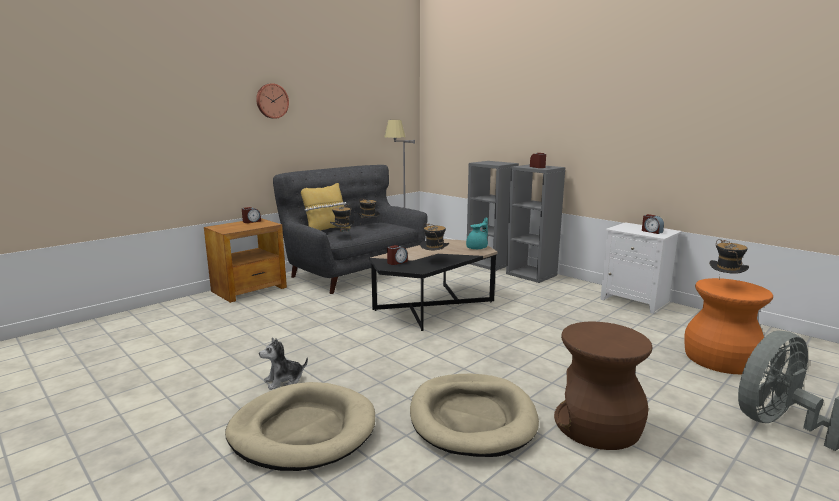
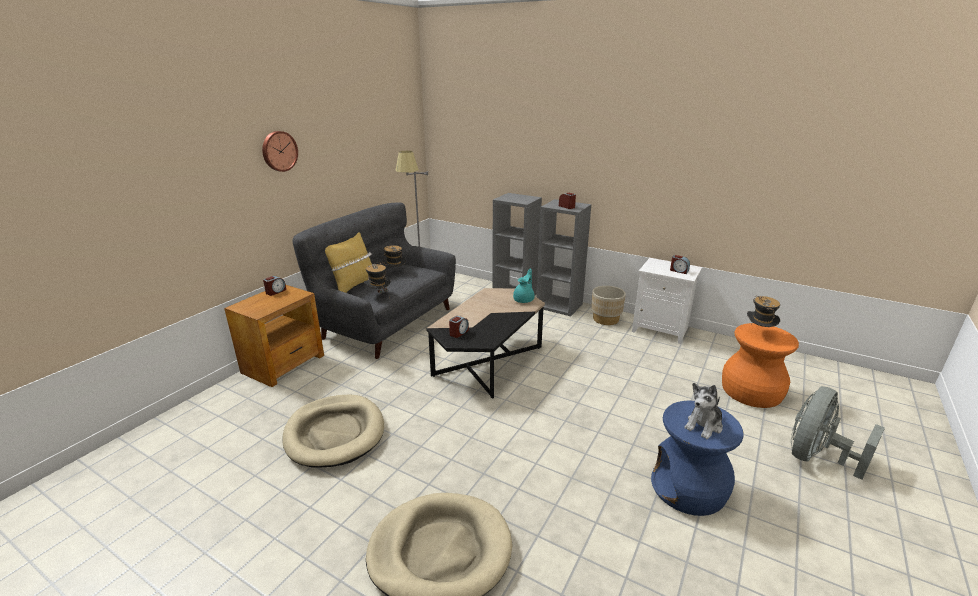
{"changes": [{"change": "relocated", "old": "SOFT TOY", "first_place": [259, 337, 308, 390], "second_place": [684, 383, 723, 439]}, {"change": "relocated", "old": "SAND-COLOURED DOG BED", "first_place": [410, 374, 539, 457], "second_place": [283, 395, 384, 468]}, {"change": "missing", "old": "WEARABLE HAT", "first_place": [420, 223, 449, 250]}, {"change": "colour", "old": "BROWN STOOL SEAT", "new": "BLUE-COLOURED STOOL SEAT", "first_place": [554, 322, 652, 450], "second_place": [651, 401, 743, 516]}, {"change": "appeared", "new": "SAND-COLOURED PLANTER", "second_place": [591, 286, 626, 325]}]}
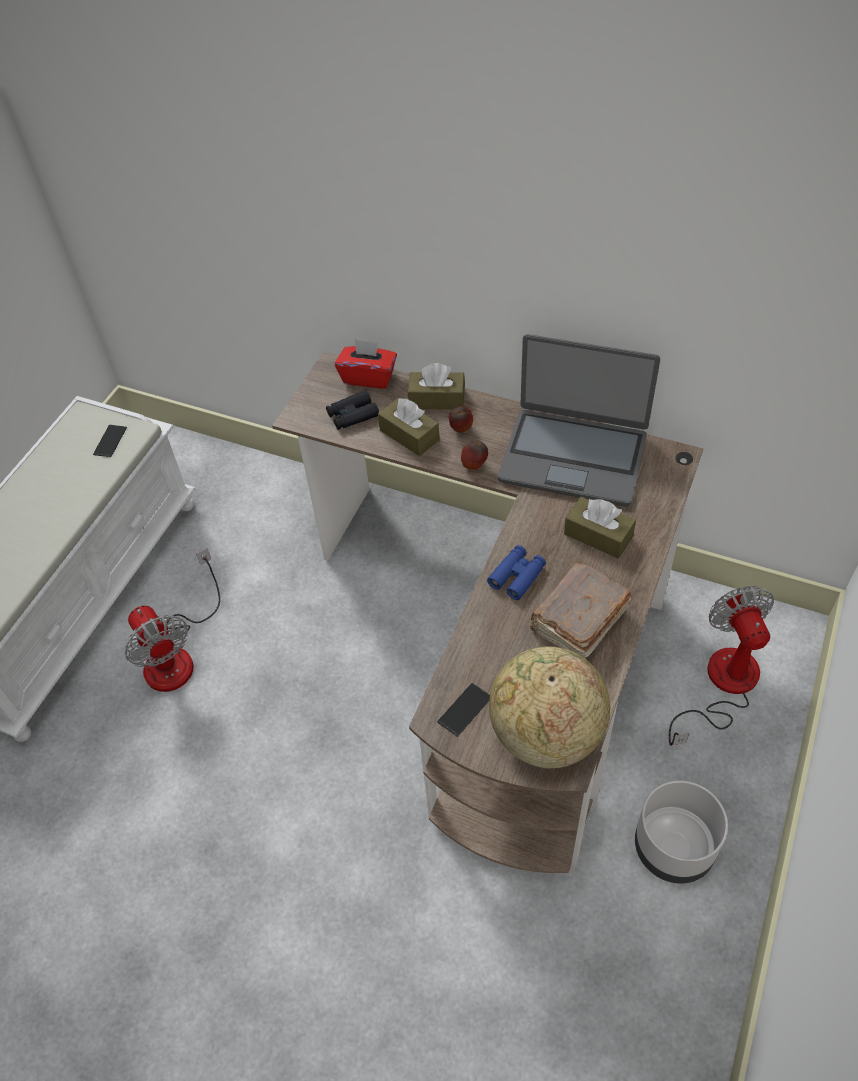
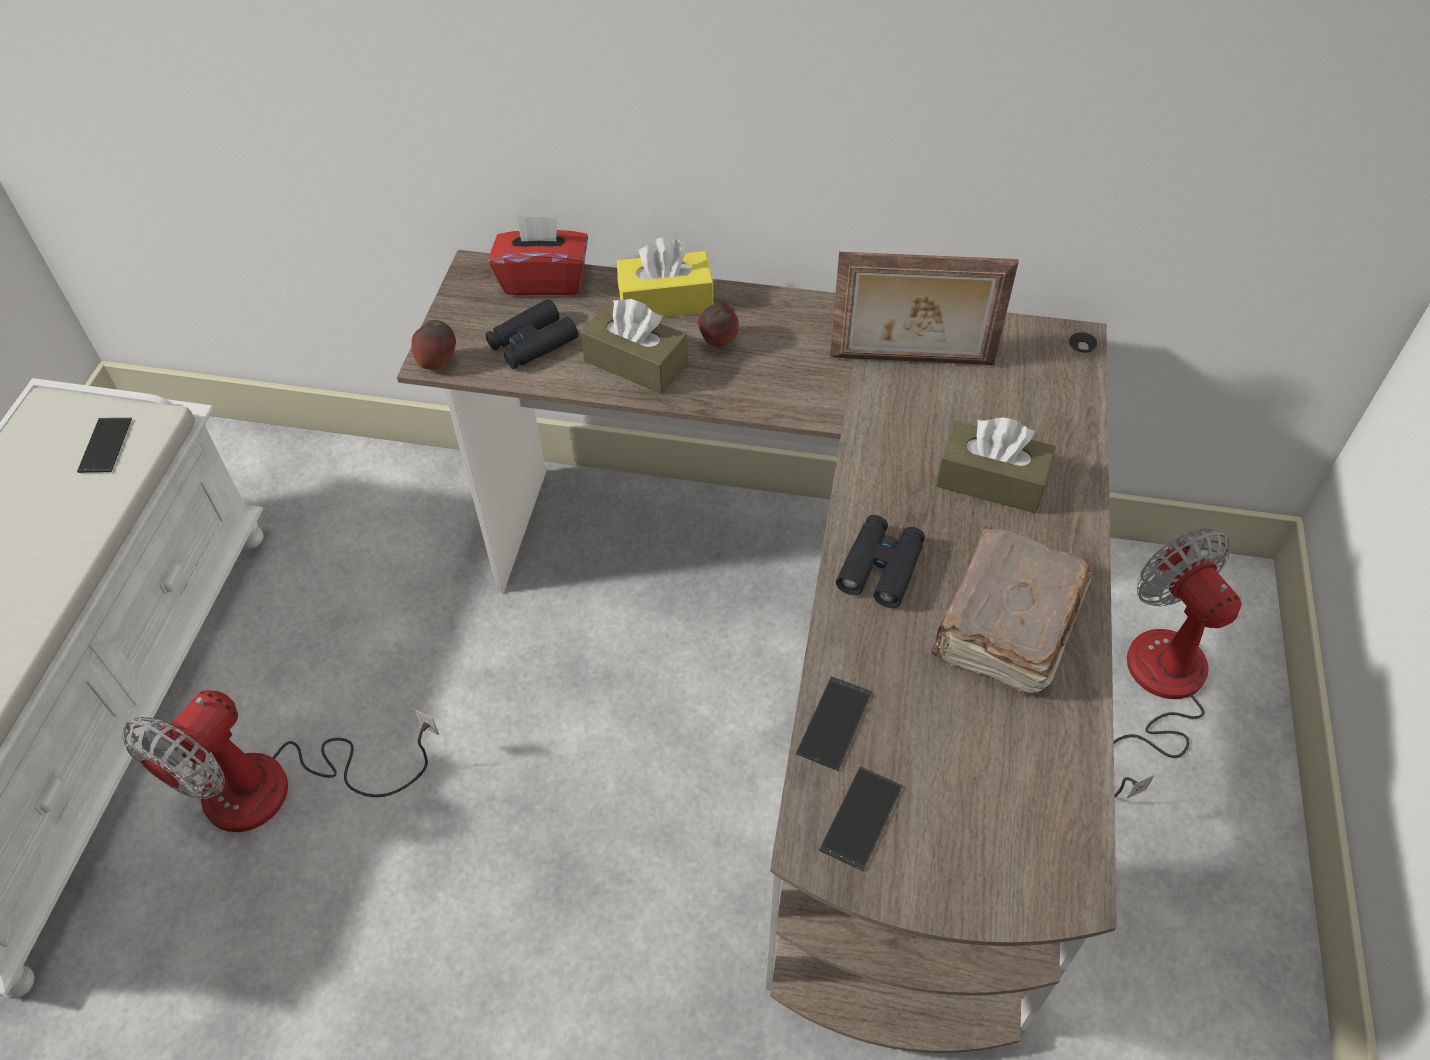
{"changes": [{"change": "spun", "old": "ELECTRIC FAN", "first_place": [125, 548, 220, 692], "second_place": [122, 690, 439, 832], "degrees": 75}, {"change": "colour", "old": "BROWN TISSUE BOX", "new": "YELLOW-COLOURED TISSUE BOX", "first_place": [408, 363, 465, 410], "second_place": [617, 237, 714, 317]}, {"change": "relocated", "old": "APPLE", "first_place": [461, 440, 488, 470], "second_place": [411, 320, 456, 370]}, {"change": "colour", "old": "BLUE-COLOURED PAIR OF BINOCULARS", "new": "BLACKISH PAIR OF BINOCULARS", "first_place": [487, 545, 546, 600], "second_place": [836, 515, 925, 608]}, {"change": "missing", "old": "GLOBE", "first_place": [489, 646, 610, 768]}, {"change": "exchanged", "old": "PORTABLE COMPUTER", "new": "STANDING FRAME", "first_place": [498, 334, 660, 507], "second_place": [830, 252, 1019, 365]}, {"change": "missing", "old": "GREY PLANTER", "first_place": [635, 780, 728, 884]}, {"change": "appeared", "new": "TELEPHONE", "second_place": [796, 676, 872, 771]}]}
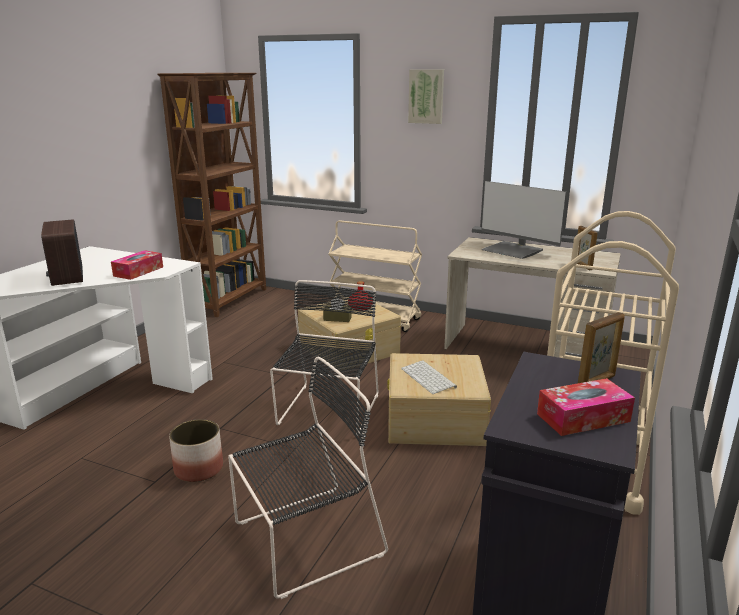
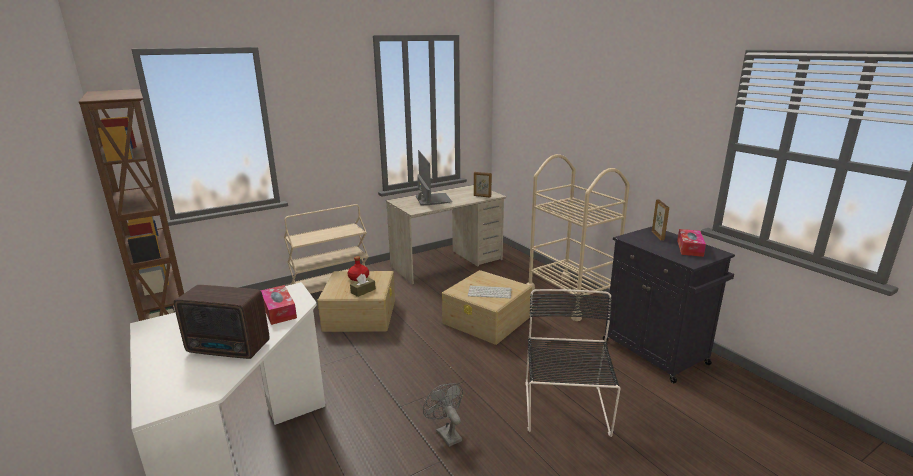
{"changes": [{"change": "exchanged", "old": "PLANTER", "new": "GREY ELECTRIC FAN", "first_place": [169, 419, 223, 482], "second_place": [423, 383, 463, 447]}, {"change": "missing", "old": "BLACKISH CHAIR", "first_place": [270, 280, 378, 436]}, {"change": "missing", "old": "PICTURE", "first_place": [408, 70, 444, 124]}, {"change": "spun", "old": "MONITOR", "first_place": [481, 181, 566, 259], "second_place": [416, 150, 452, 205], "degrees": -90}]}
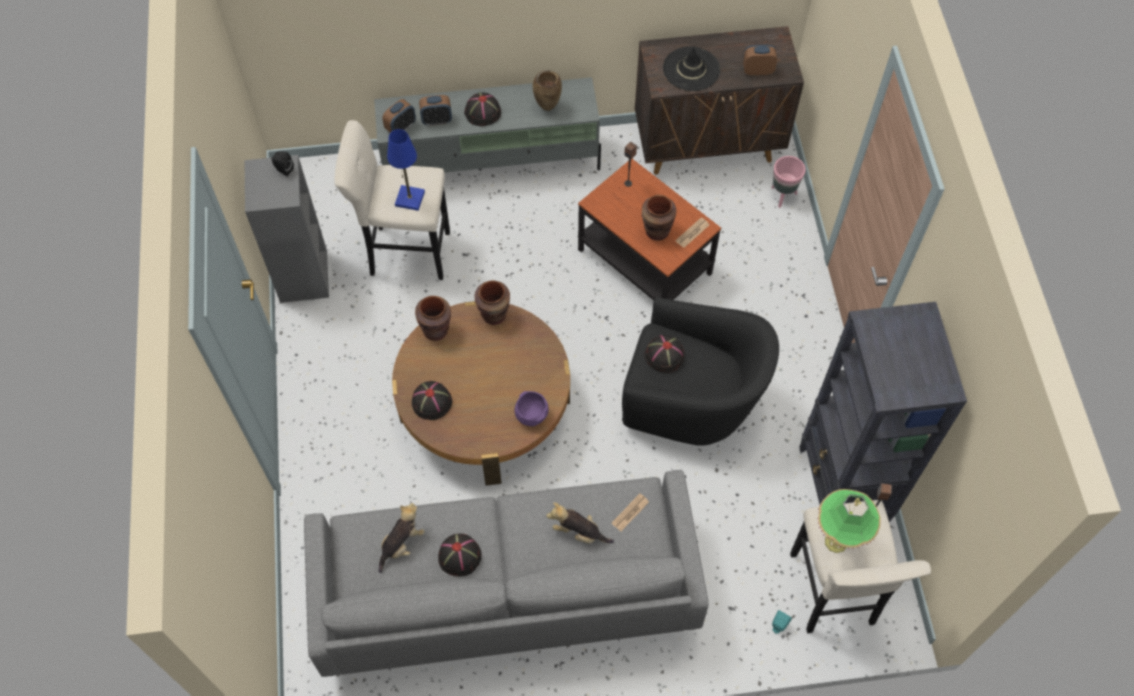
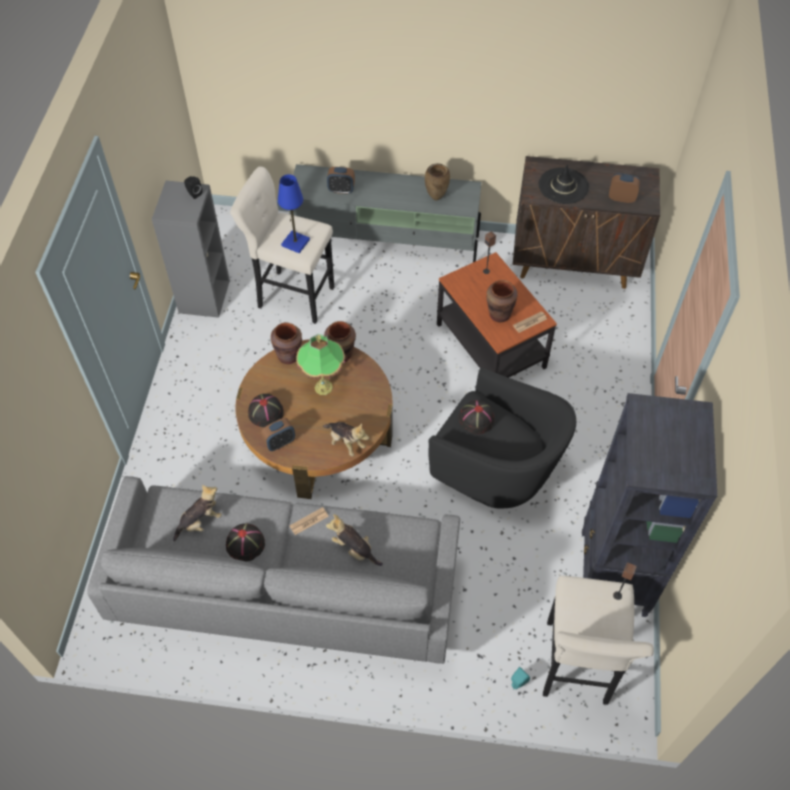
{"changes": [{"change": "relocated", "old": "TABLE CLOCK", "first_place": [382, 99, 416, 133], "second_place": [261, 418, 295, 451]}, {"change": "missing", "old": "BLACKISH WEARABLE HAT", "first_place": [464, 92, 501, 126]}, {"change": "exchanged", "old": "PURPLE-COLOURED DEEP DISH", "new": "SOFT TOY", "first_place": [515, 391, 549, 426], "second_place": [323, 422, 369, 456]}, {"change": "relocated", "old": "NEWSPAPER", "first_place": [612, 494, 649, 531], "second_place": [290, 507, 329, 535]}, {"change": "missing", "old": "PINK-COLOURED PLANTER", "first_place": [771, 156, 806, 208]}, {"change": "relocated", "old": "TABLETOP LAMP", "first_place": [817, 489, 881, 553], "second_place": [296, 334, 345, 395]}]}
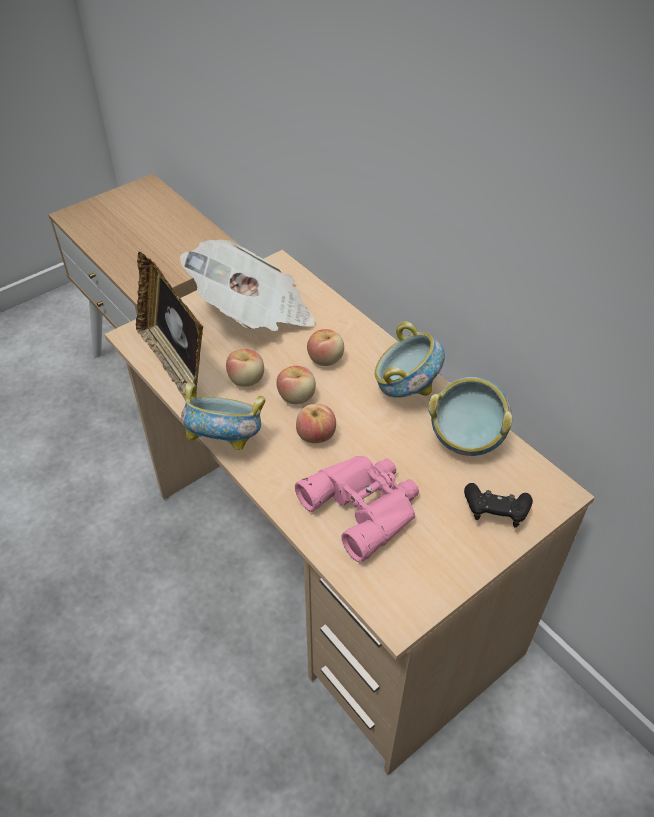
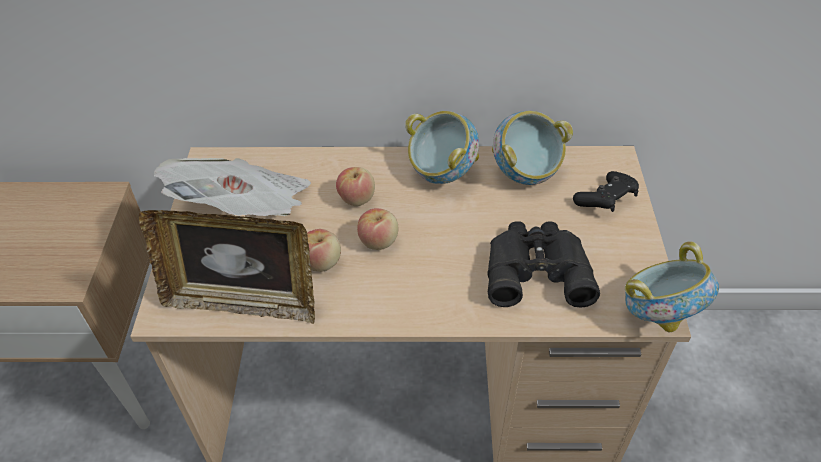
{"changes": [{"change": "relocated", "old": "DEEP DISH", "first_place": [181, 382, 265, 450], "second_place": [625, 241, 719, 332]}, {"change": "colour", "old": "PINK-COLOURED PAIR OF BINOCULARS", "new": "BLACKISH PAIR OF BINOCULARS", "first_place": [295, 456, 419, 562], "second_place": [487, 221, 600, 307]}, {"change": "missing", "old": "APPLE", "first_place": [296, 404, 336, 443]}]}
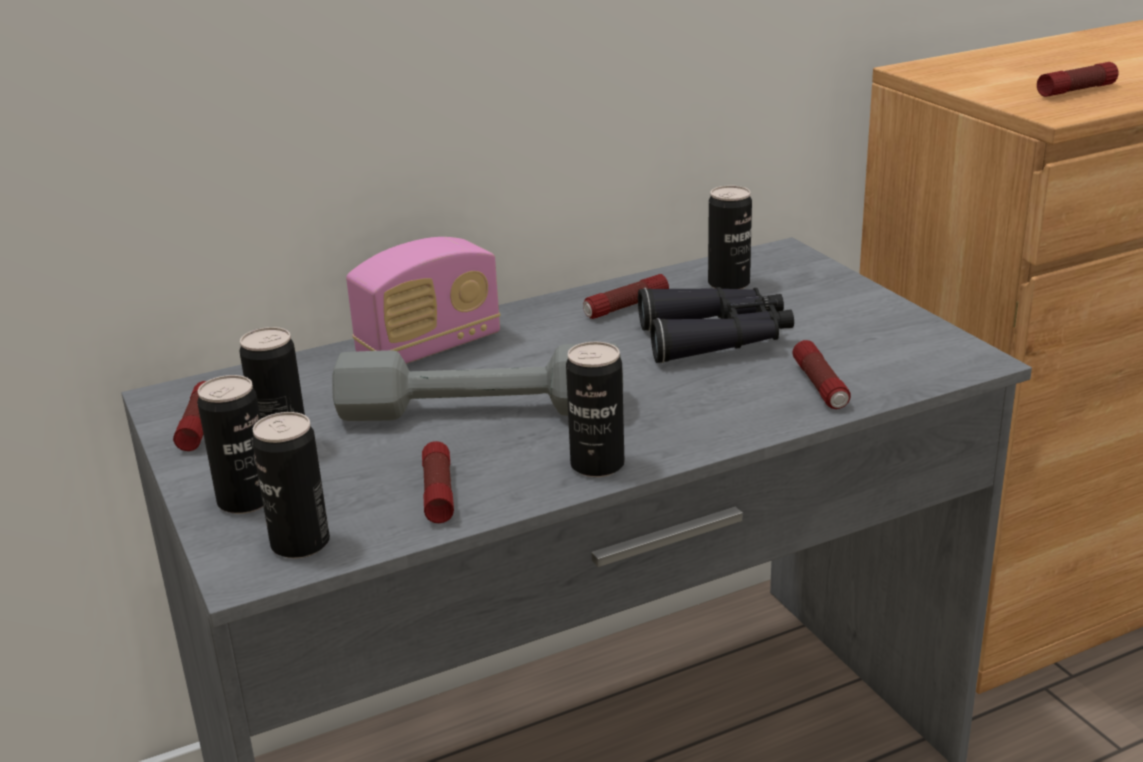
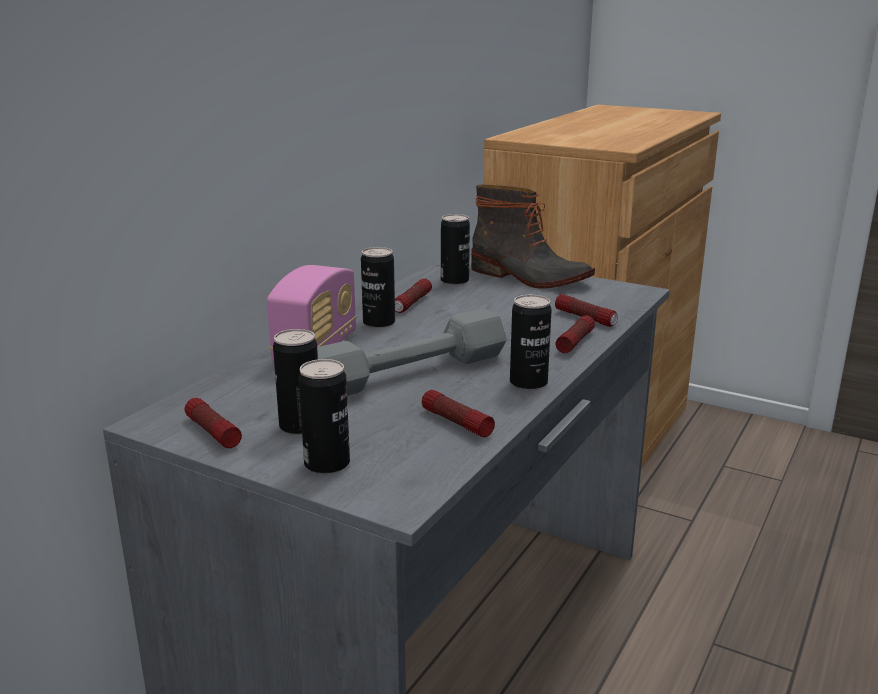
{"changes": [{"change": "relocated", "old": "METAL CAN", "first_place": [252, 412, 330, 558], "second_place": [361, 247, 395, 328]}, {"change": "missing", "old": "BLACKISH PAIR OF BINOCULARS", "first_place": [638, 287, 794, 363]}, {"change": "relocated", "old": "TORCH", "first_place": [1037, 62, 1119, 97], "second_place": [555, 315, 595, 353]}, {"change": "appeared", "new": "TALL BOOT", "second_place": [471, 185, 595, 289]}]}
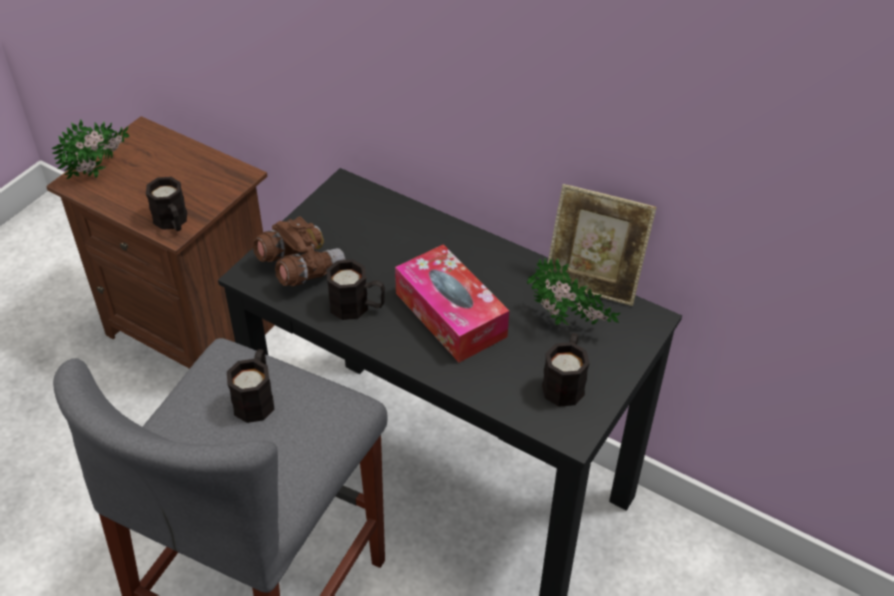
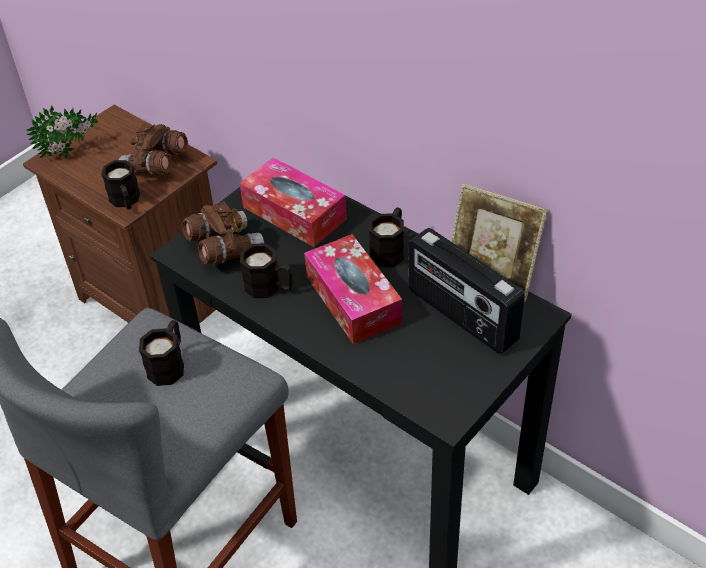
{"changes": [{"change": "exchanged", "old": "PLANT IN A POT", "new": "RADIO SET", "first_place": [527, 258, 621, 325], "second_place": [409, 228, 525, 354]}, {"change": "relocated", "old": "BLACKISH TEA MUG", "first_place": [542, 333, 590, 407], "second_place": [369, 208, 404, 267]}, {"change": "appeared", "new": "BROWN PAIR OF BINOCULARS", "second_place": [119, 123, 188, 175]}, {"change": "appeared", "new": "TISSUE BOX", "second_place": [239, 157, 347, 247]}]}
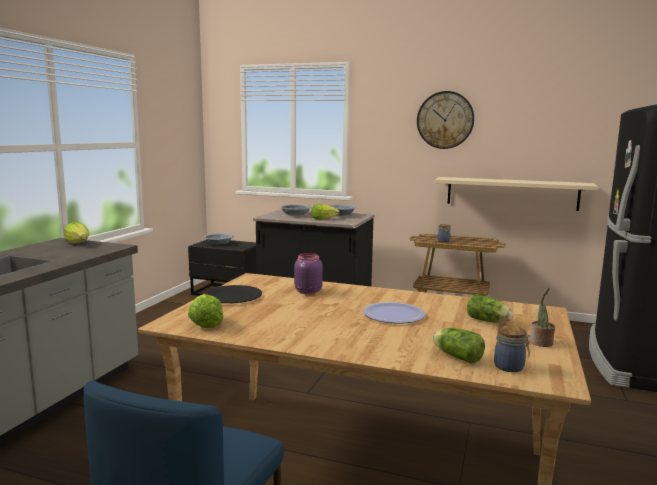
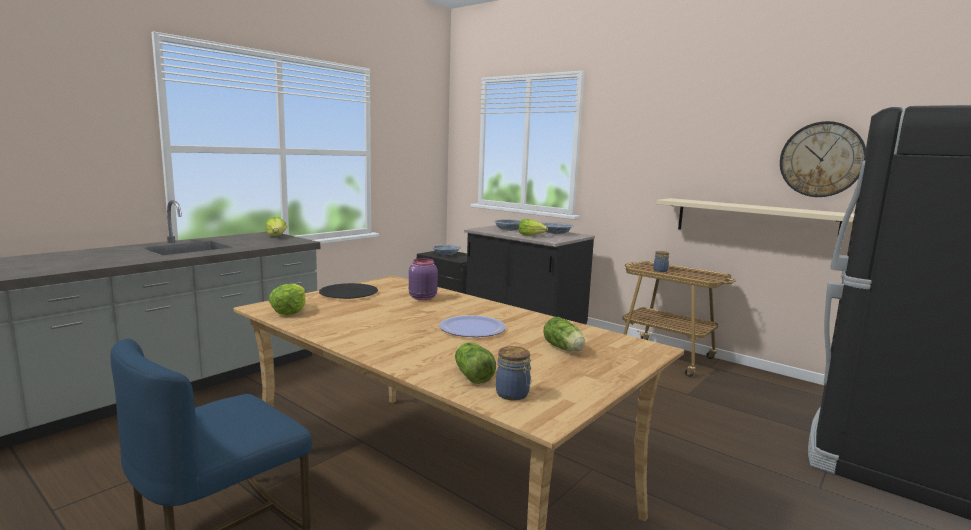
{"changes": [{"change": "relocated", "old": "CLOCK ON THE WALL", "first_place": [417, 91, 474, 149], "second_place": [780, 121, 866, 197]}, {"change": "missing", "old": "PLANT IN A POT", "first_place": [530, 288, 555, 347]}]}
